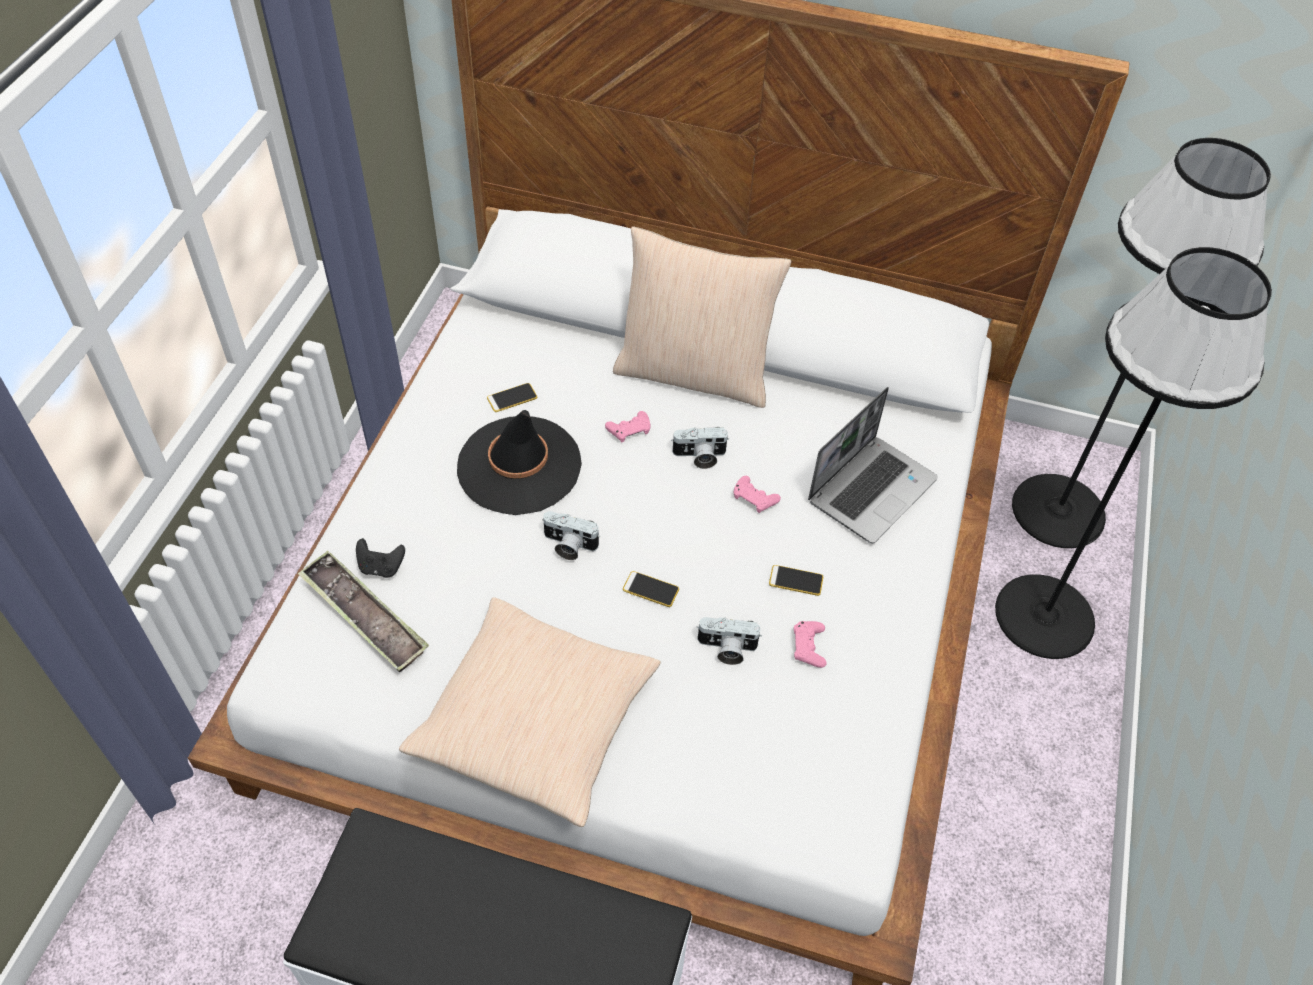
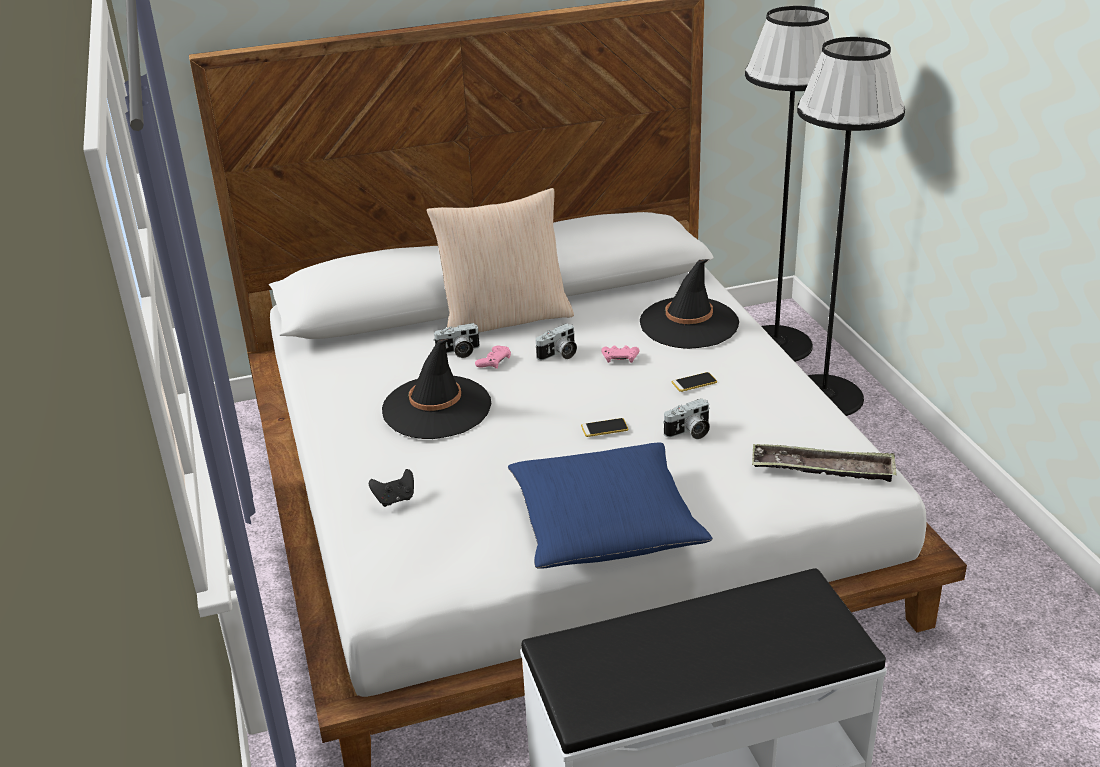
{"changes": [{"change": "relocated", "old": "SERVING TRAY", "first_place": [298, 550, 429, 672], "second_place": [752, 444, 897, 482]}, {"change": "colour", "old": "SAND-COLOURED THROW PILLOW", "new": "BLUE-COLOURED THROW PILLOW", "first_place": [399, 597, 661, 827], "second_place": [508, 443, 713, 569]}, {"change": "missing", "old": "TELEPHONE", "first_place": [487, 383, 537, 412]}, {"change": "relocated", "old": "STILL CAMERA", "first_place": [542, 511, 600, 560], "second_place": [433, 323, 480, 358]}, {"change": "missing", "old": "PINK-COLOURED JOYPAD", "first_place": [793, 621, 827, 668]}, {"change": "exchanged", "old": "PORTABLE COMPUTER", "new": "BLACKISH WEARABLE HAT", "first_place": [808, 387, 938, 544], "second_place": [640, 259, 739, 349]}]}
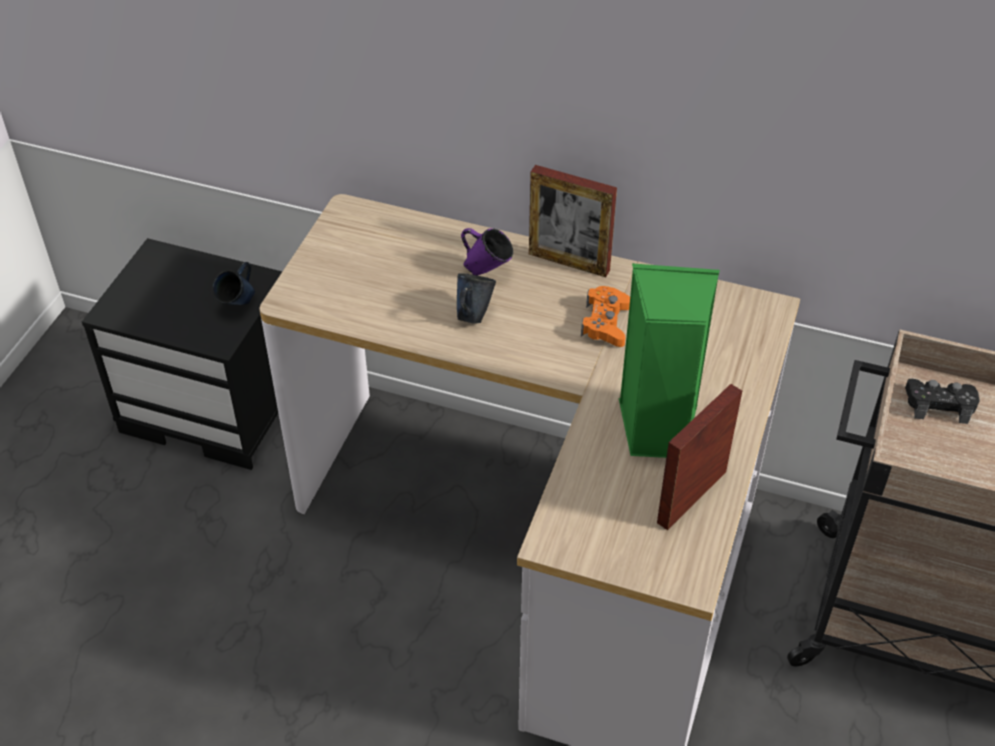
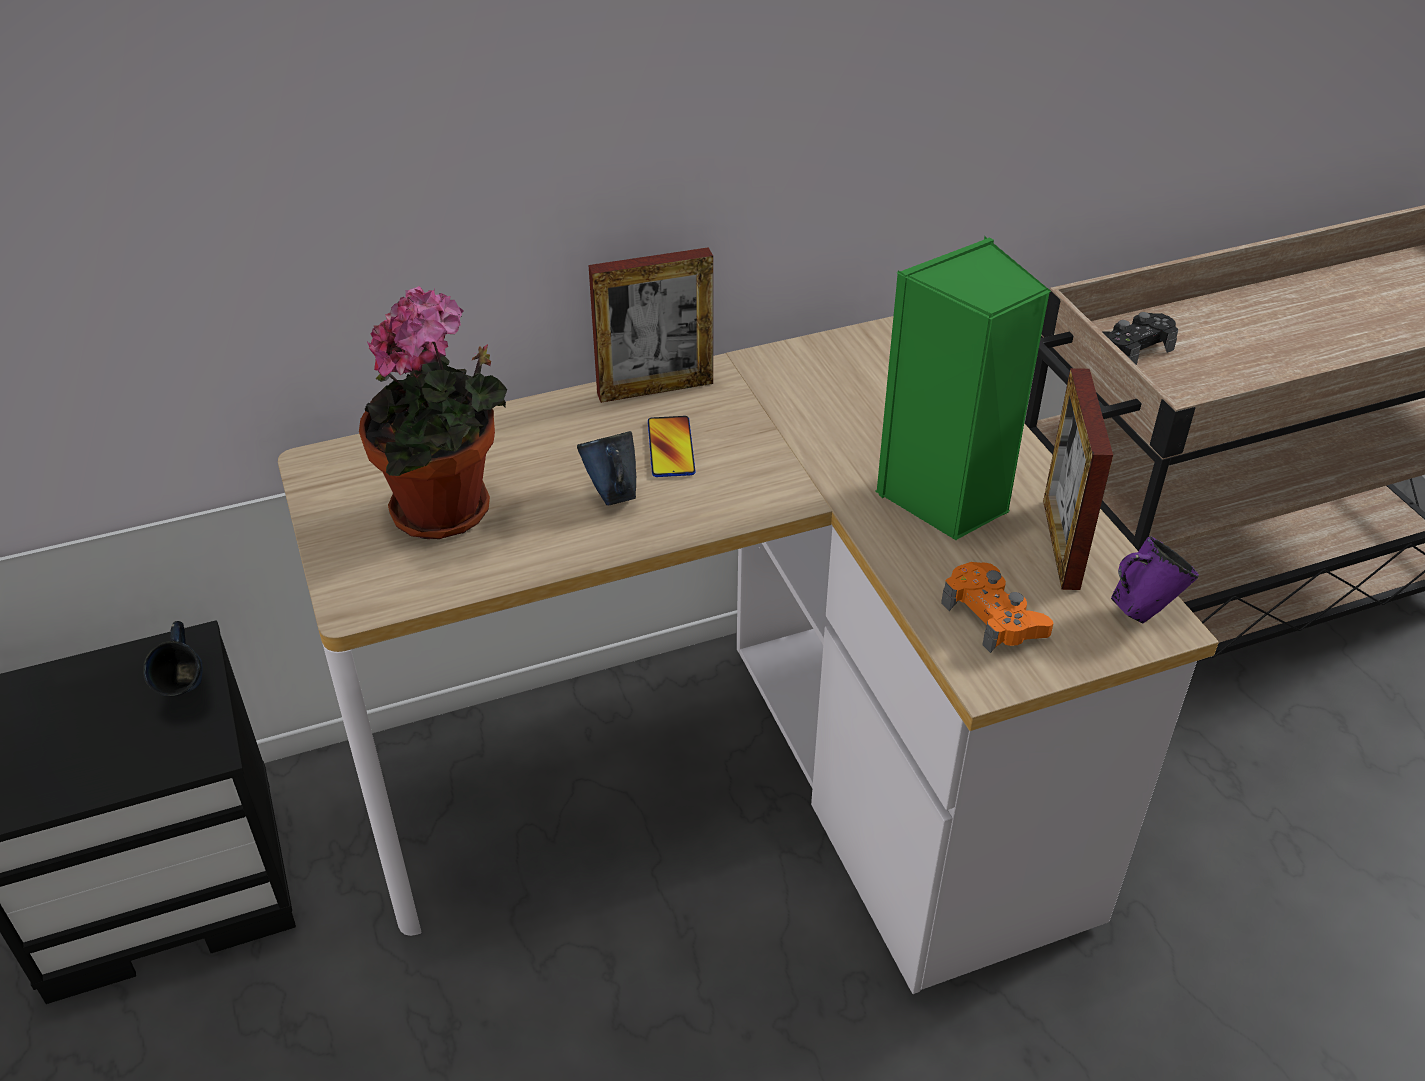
{"changes": [{"change": "relocated", "old": "PURPLE-COLOURED TEA MUG", "first_place": [461, 228, 513, 276], "second_place": [1111, 537, 1199, 623]}, {"change": "relocated", "old": "ORANGE JOYPAD", "first_place": [581, 286, 630, 347], "second_place": [941, 562, 1053, 653]}, {"change": "appeared", "new": "PLANT IN A POT", "second_place": [359, 286, 507, 539]}, {"change": "appeared", "new": "TELEPHONE", "second_place": [648, 416, 696, 477]}]}
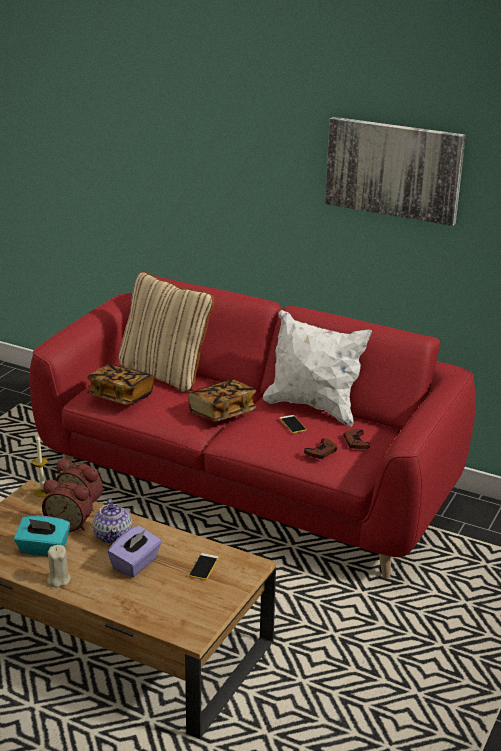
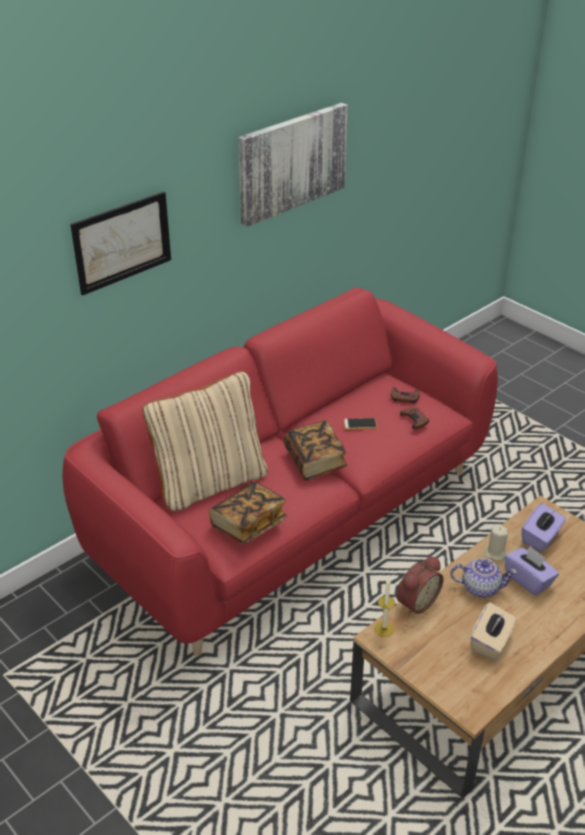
{"changes": [{"change": "colour", "old": "TURQUOISE-COLOURED TISSUE BOX", "new": "SAND-COLOURED TISSUE BOX", "first_place": [14, 516, 70, 556], "second_place": [471, 602, 516, 660]}, {"change": "missing", "old": "TABLE CLOCK", "first_place": [42, 480, 93, 532]}, {"change": "relocated", "old": "SAND-COLOURED WAX CANDLE", "first_place": [47, 545, 71, 587], "second_place": [484, 524, 508, 561]}, {"change": "exchanged", "old": "TELEPHONE", "new": "PURPLE-COLOURED TISSUE BOX", "first_place": [189, 553, 219, 580], "second_place": [522, 503, 566, 552]}, {"change": "missing", "old": "WHITISH THROW PILLOW", "first_place": [263, 309, 372, 427]}, {"change": "appeared", "new": "PICTURE", "second_place": [70, 192, 171, 296]}]}
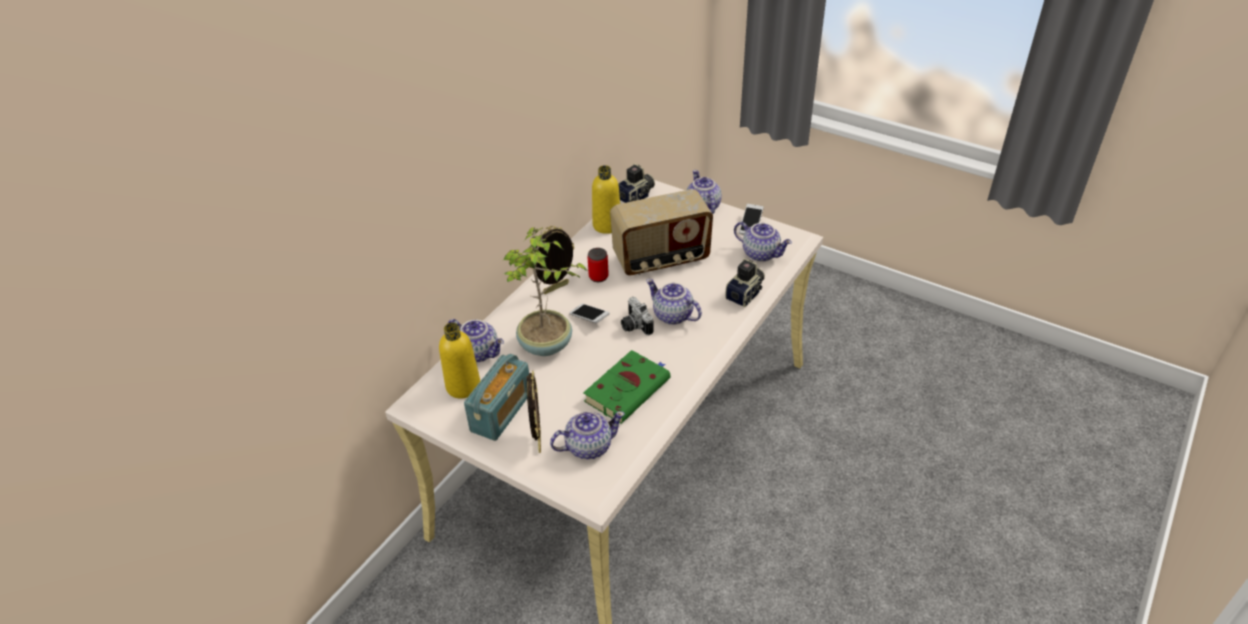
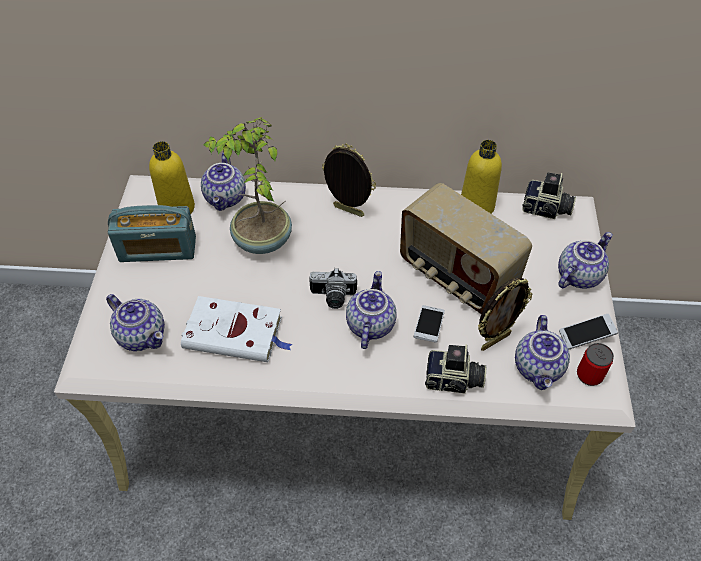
{"changes": [{"change": "relocated", "old": "STANDING FRAME", "first_place": [526, 371, 541, 453], "second_place": [478, 278, 533, 351]}, {"change": "relocated", "old": "TELEPHONE", "first_place": [569, 303, 610, 323], "second_place": [414, 305, 445, 343]}, {"change": "colour", "old": "GREEN-COLOURED VOLUME", "new": "WHITISH VOLUME", "first_place": [583, 350, 671, 424], "second_place": [181, 296, 292, 362]}, {"change": "relocated", "old": "METAL CAN", "first_place": [587, 248, 609, 282], "second_place": [577, 343, 614, 386]}, {"change": "spun", "old": "STILL CAMERA", "first_place": [621, 297, 653, 335], "second_place": [309, 268, 357, 309], "degrees": -120}]}
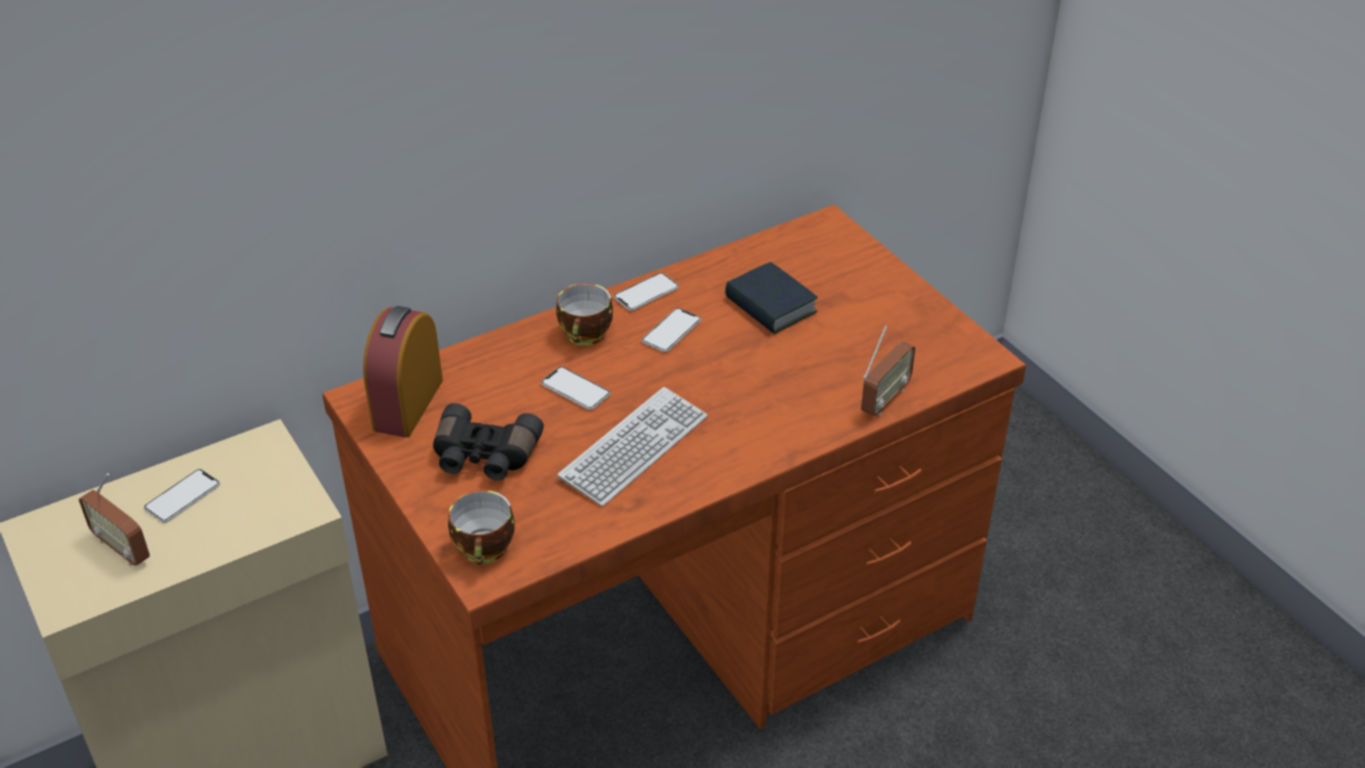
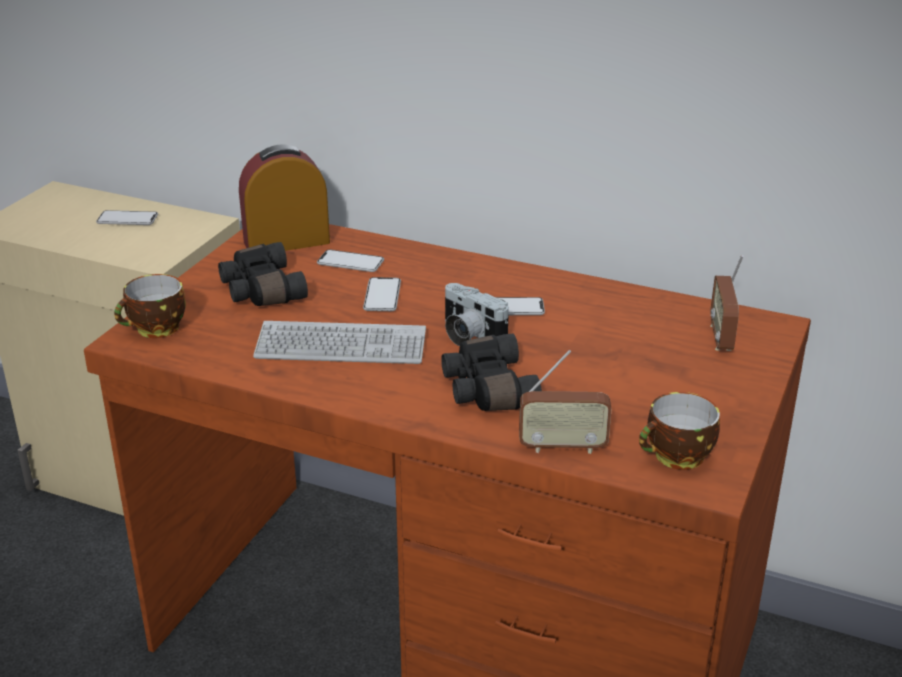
{"changes": [{"change": "relocated", "old": "RADIO SET", "first_place": [79, 473, 150, 566], "second_place": [710, 255, 743, 351]}, {"change": "relocated", "old": "SMALL CUP", "first_place": [556, 283, 613, 346], "second_place": [639, 392, 720, 470]}, {"change": "relocated", "old": "TELEPHONE", "first_place": [613, 273, 679, 311], "second_place": [317, 250, 384, 272]}, {"change": "missing", "old": "VOLUME", "first_place": [725, 262, 818, 334]}, {"change": "appeared", "new": "BLACKISH PAIR OF BINOCULARS", "second_place": [441, 334, 542, 411]}, {"change": "appeared", "new": "STILL CAMERA", "second_place": [445, 283, 509, 346]}]}
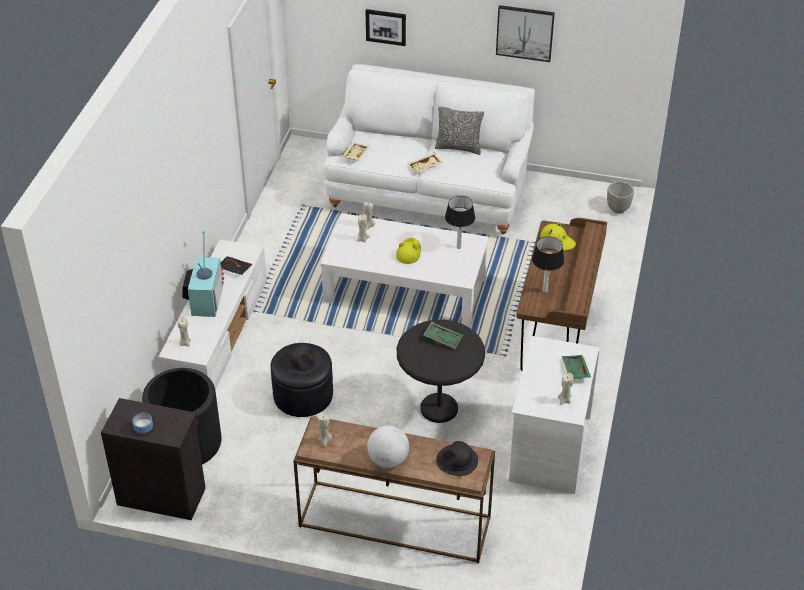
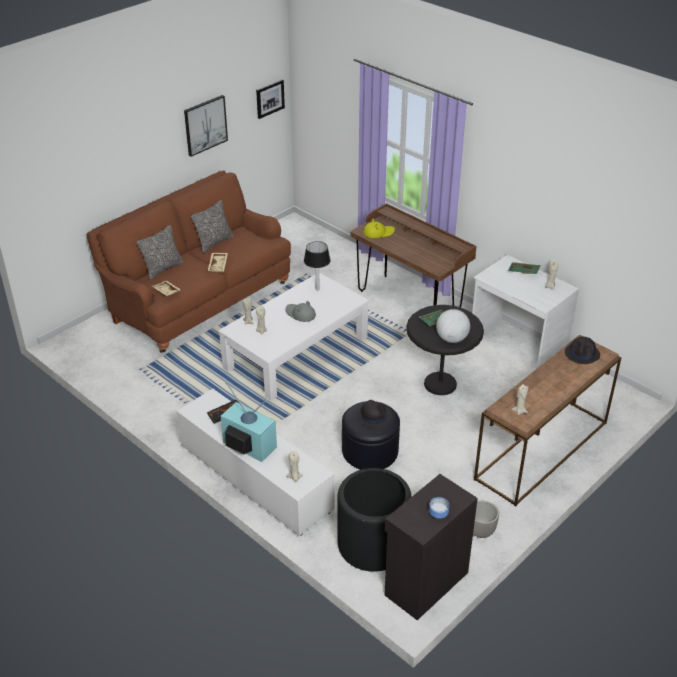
{"changes": [{"change": "colour", "old": "WHITISH SOFA", "new": "BROWN SOFA", "first_place": [324, 64, 535, 234], "second_place": [86, 170, 291, 353]}, {"change": "relocated", "old": "PICTURE", "first_place": [366, 9, 406, 46], "second_place": [256, 79, 285, 119]}, {"change": "relocated", "old": "GLOBE", "first_place": [367, 426, 409, 468], "second_place": [436, 309, 470, 343]}, {"change": "colour", "old": "YELLOW-COLOURED WEARABLE HAT", "new": "GREY WEARABLE HAT", "first_place": [396, 238, 421, 264], "second_place": [285, 301, 316, 322]}, {"change": "missing", "old": "TABLETOP LAMP", "first_place": [532, 237, 565, 293]}, {"change": "relocated", "old": "PLANTER", "first_place": [607, 181, 634, 213], "second_place": [473, 501, 499, 538]}, {"change": "appeared", "new": "THROW PILLOW", "second_place": [137, 225, 184, 280]}]}
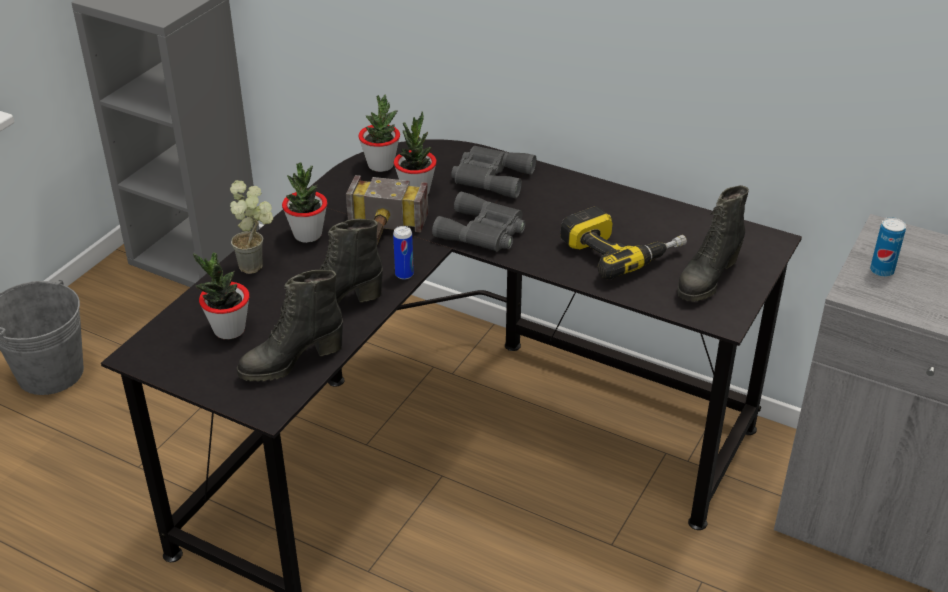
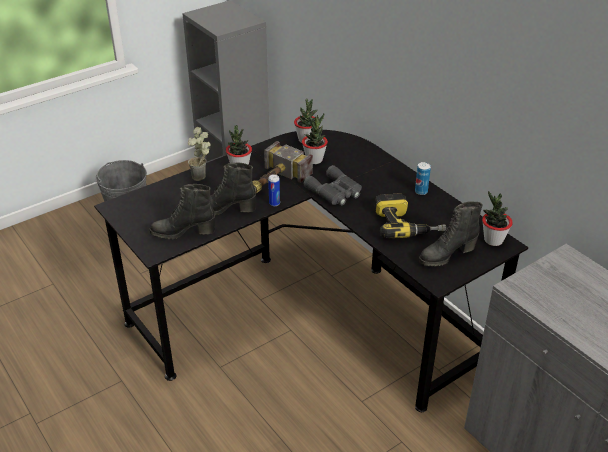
{"changes": [{"change": "relocated", "old": "PLANT IN A POT", "first_place": [193, 252, 250, 339], "second_place": [482, 191, 513, 246]}, {"change": "missing", "old": "GREY PAIR OF BINOCULARS", "first_place": [451, 146, 537, 199]}, {"change": "relocated", "old": "METAL CAN", "first_place": [870, 217, 906, 277], "second_place": [415, 162, 431, 195]}]}
